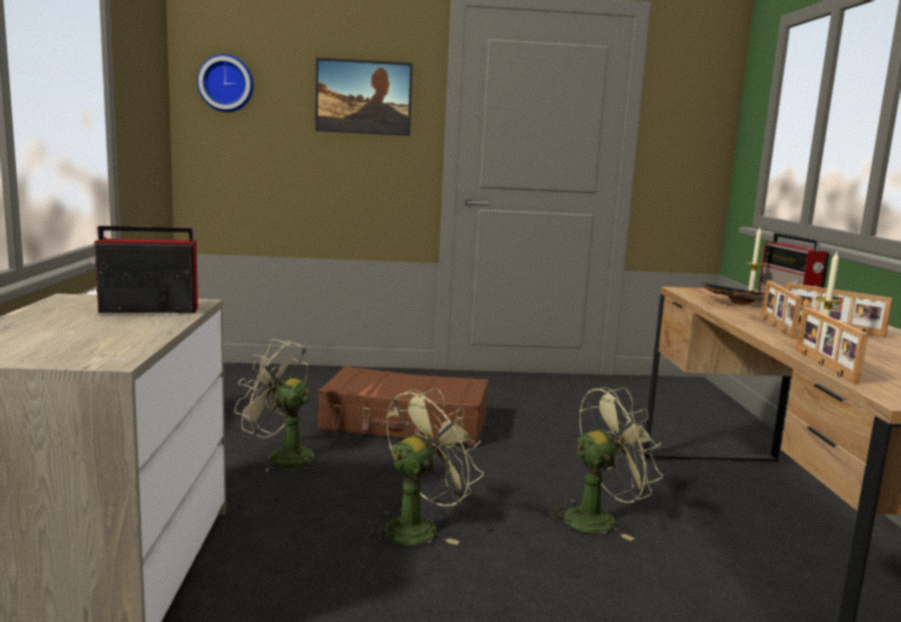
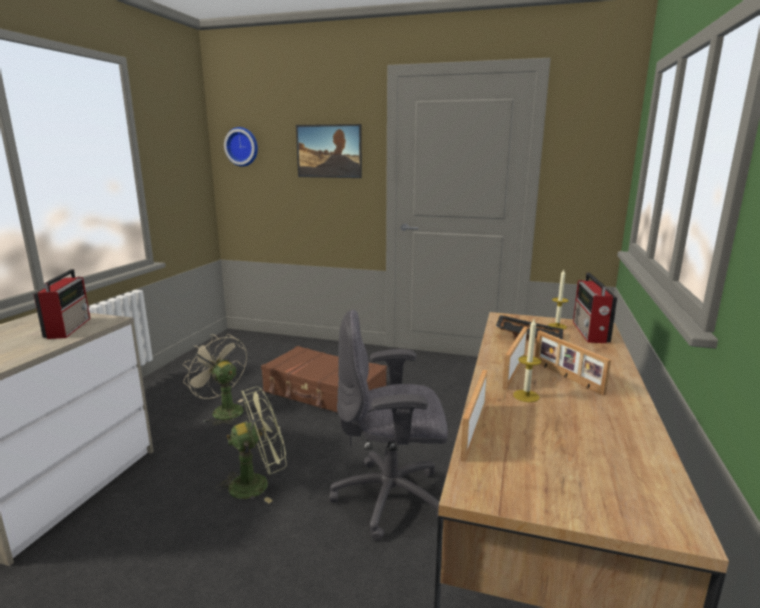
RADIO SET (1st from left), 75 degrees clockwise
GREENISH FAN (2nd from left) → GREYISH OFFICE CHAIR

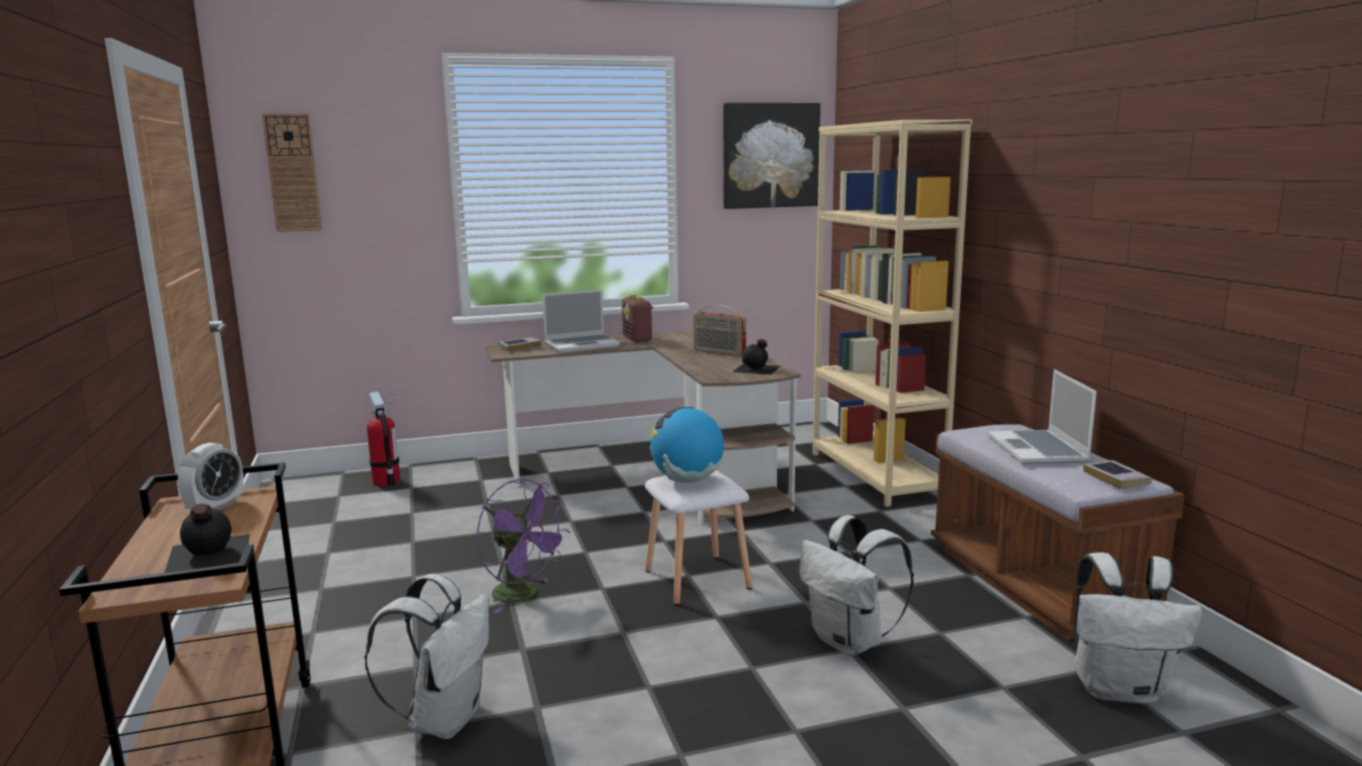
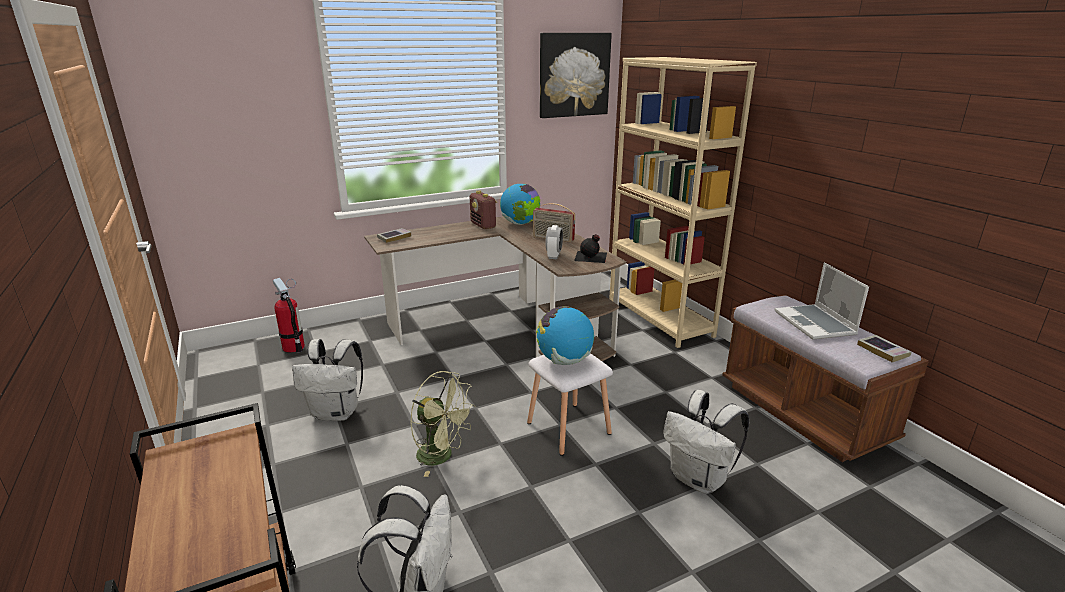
WHITISH BACKPACK (3rd from left in the first image) → WHITISH BACKPACK (1st from left), move
PURPLISH FAN → GREENISH FAN
- → DESK GLOBE (1st from left)
BEDSIDE CLOCK, move
BLACK-COLOURED BOTTLE (1st from left) → -
WALL CLOCK → -
PORTABLE COMPUTER (1st from left) → -

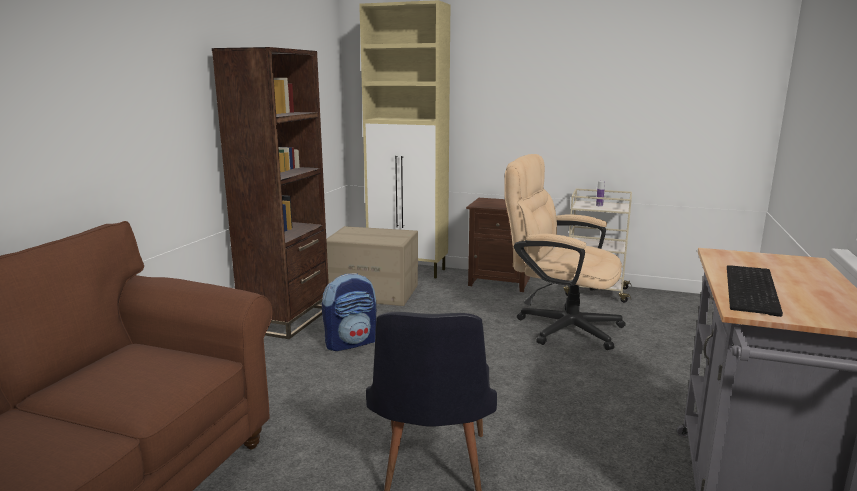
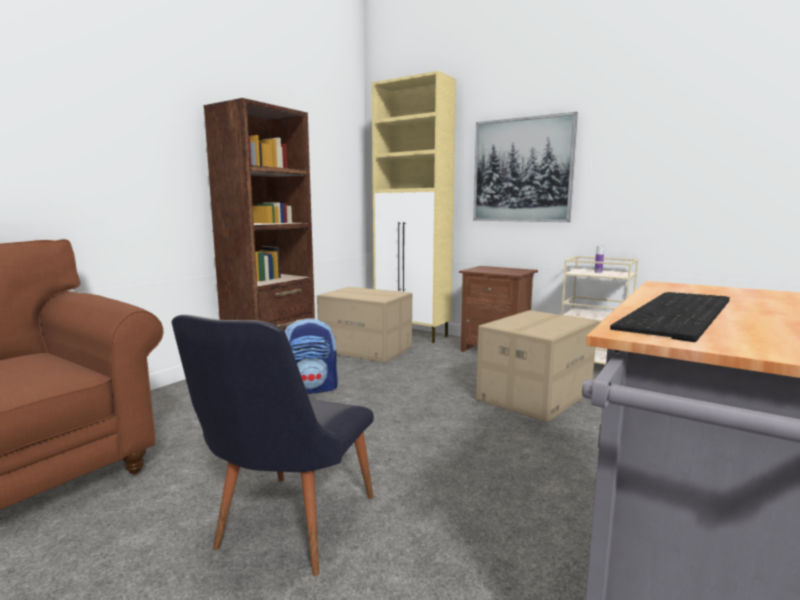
- → WALL PICTURE
BEIGE OFFICE CHAIR → PACKING BOX (2nd from left)

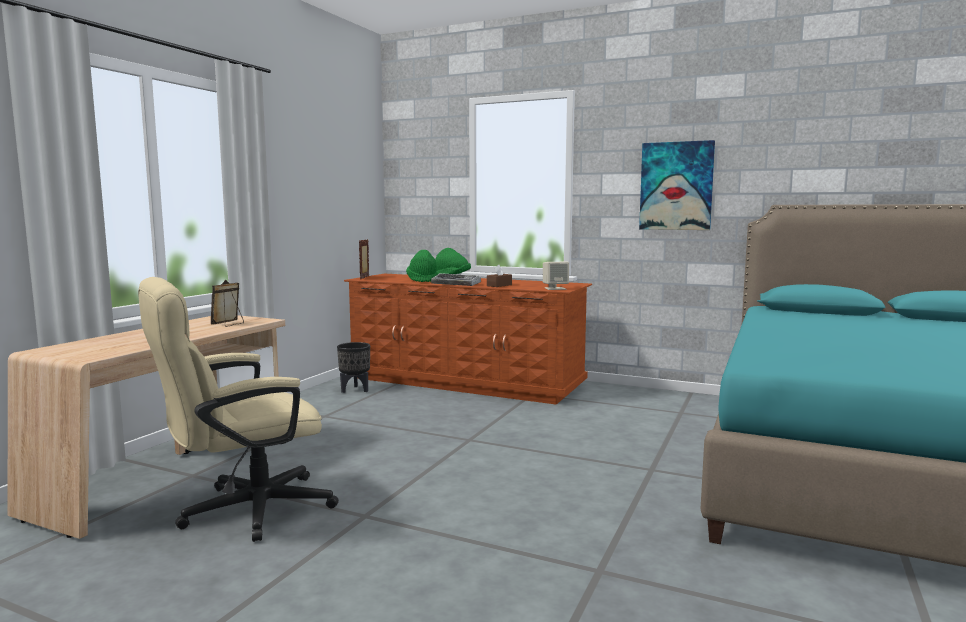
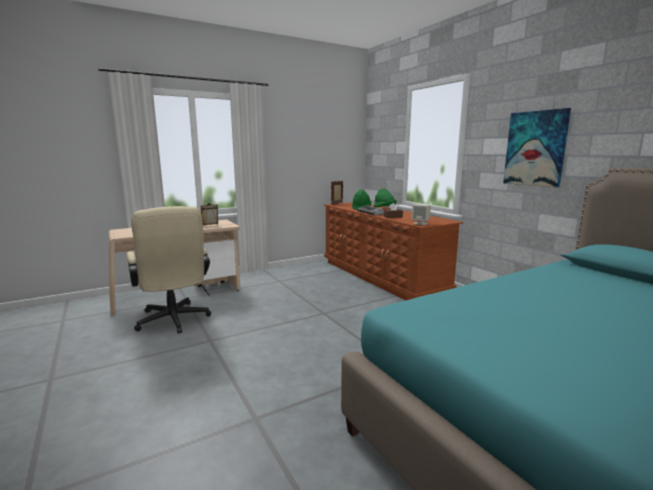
BEIGE OFFICE CHAIR, 120 degrees counterclockwise
BLACK-COLOURED FLOWER POT → -

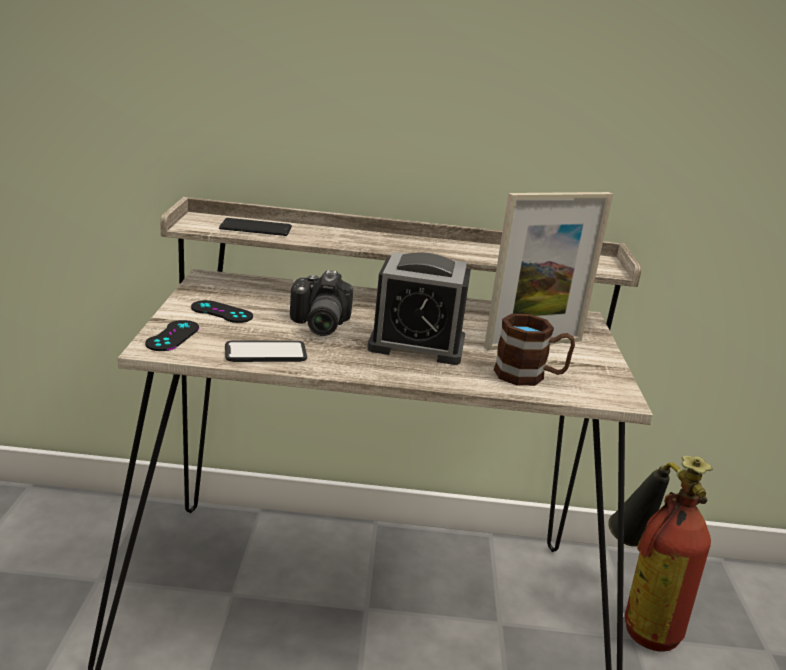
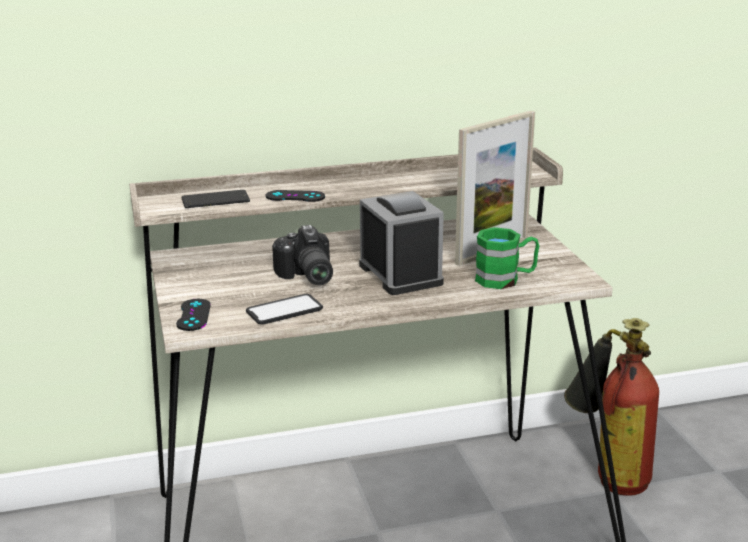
BLACK-COLOURED GAME CONTROLLER (2nd from left), move
BEDSIDE CLOCK, 105 degrees counterclockwise
BROWNISH MUG → GREENISH MUG

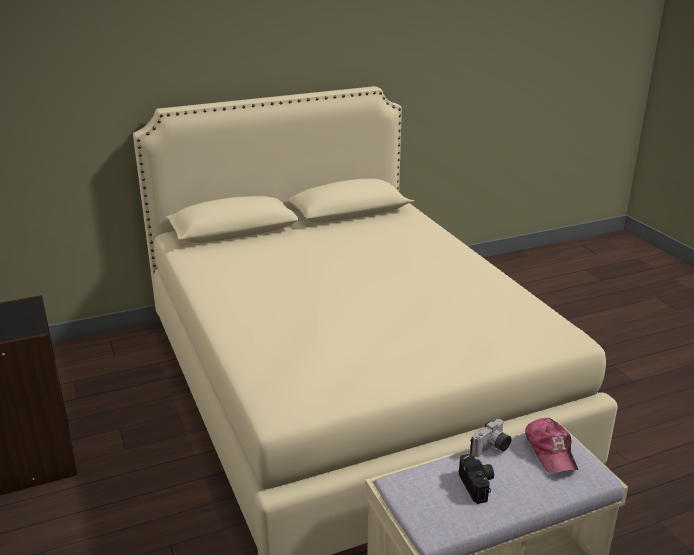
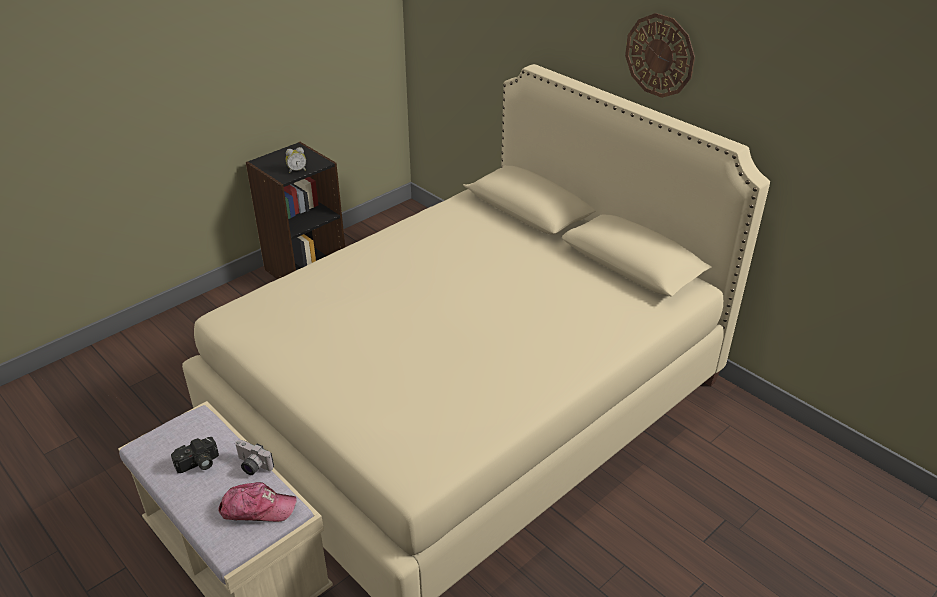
BASEBALL CAP, 150 degrees counterclockwise
- → BEDSIDE CLOCK
- → WALL CLOCK

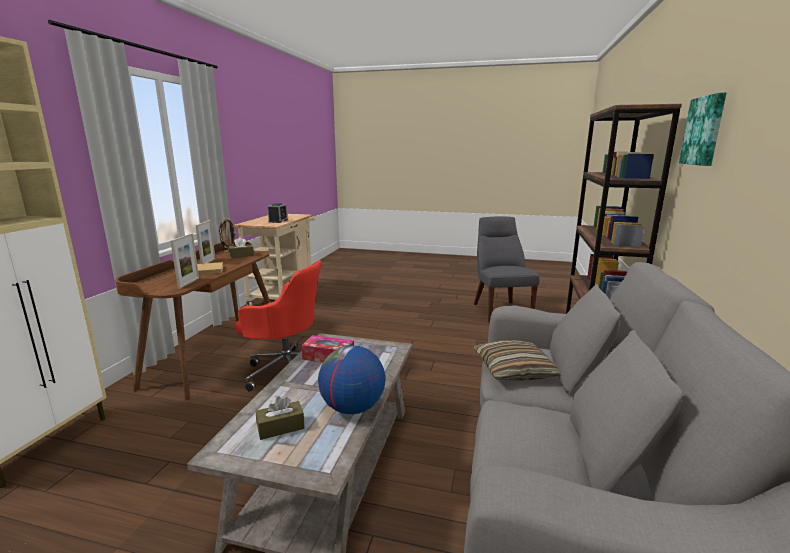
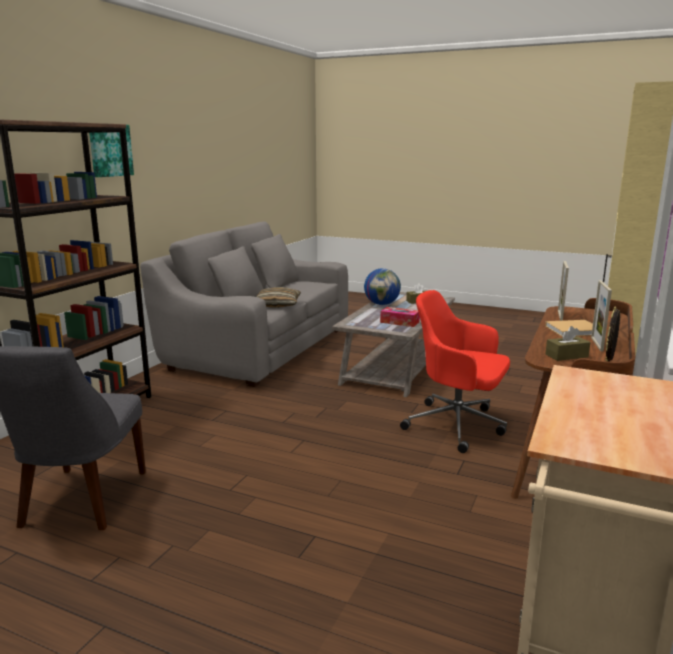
BEDSIDE CLOCK → -

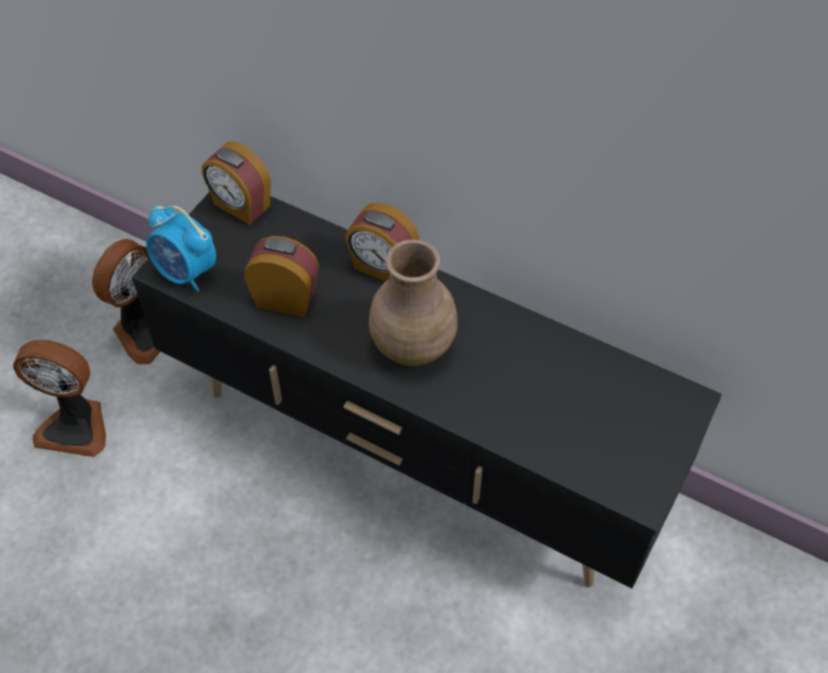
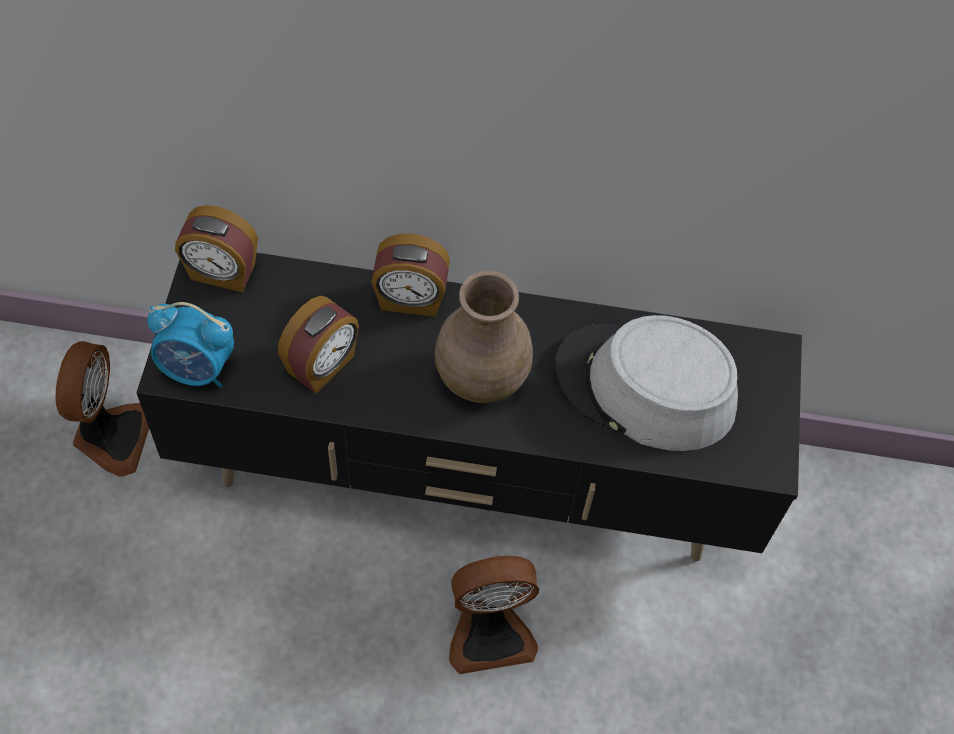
BEDSIDE CLOCK (3rd from left), 135 degrees clockwise
FAN (1st from left in the first image) → FAN (2nd from left), move
- → GREYISH WEARABLE HAT

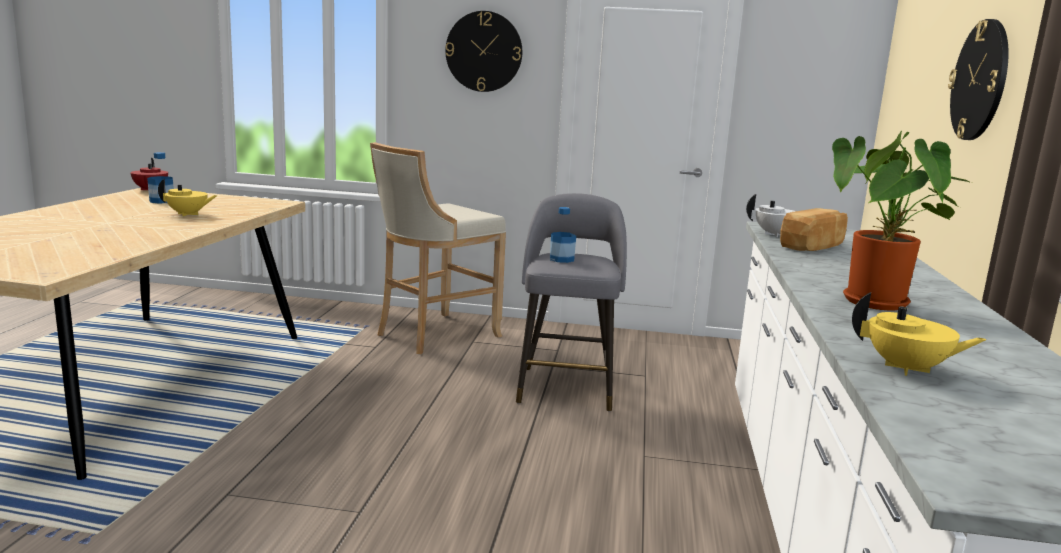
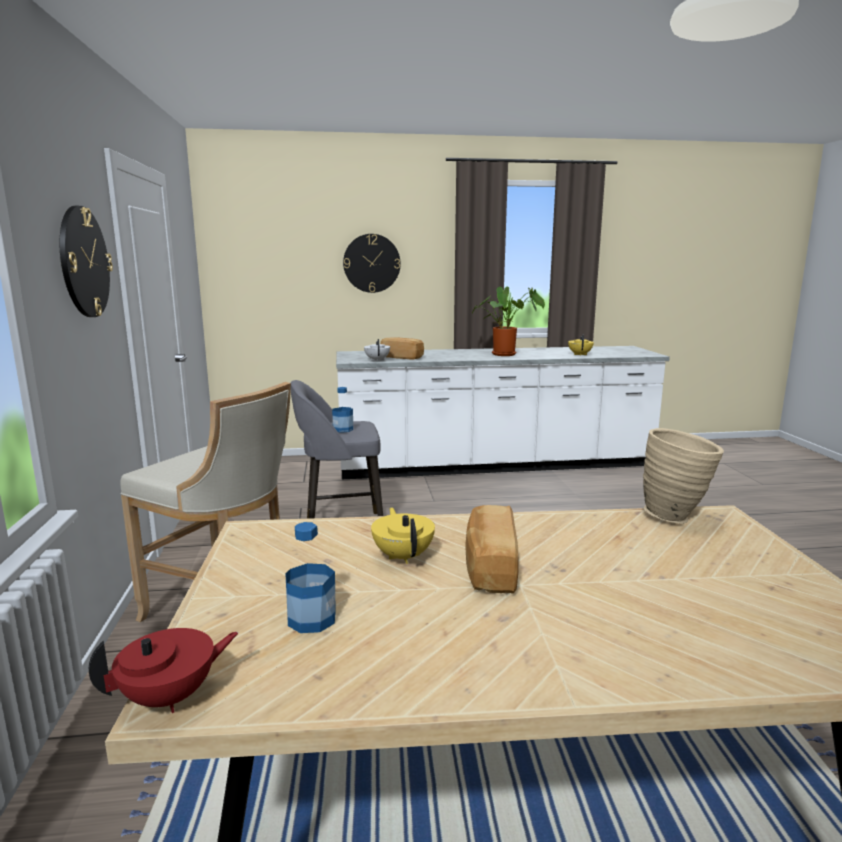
- → BAKERY BREAD (2nd from left)
- → BEIGE DECORATIVE VASE

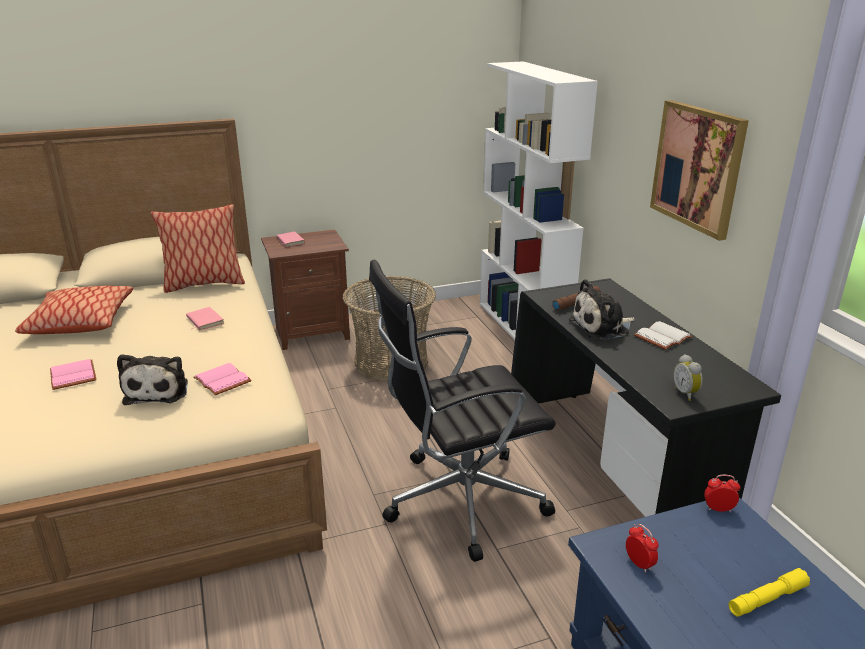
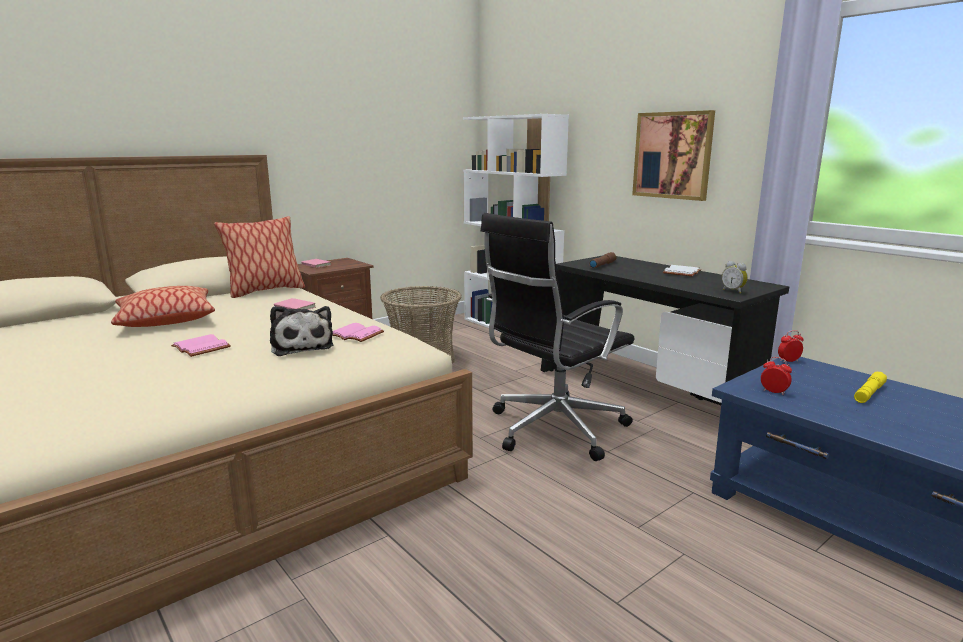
PLUSH TOY (2nd from left) → -

